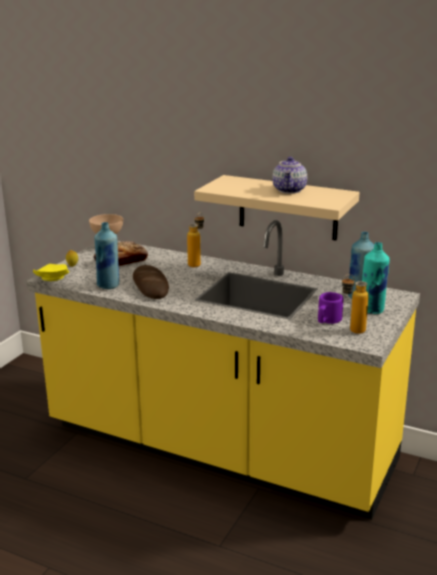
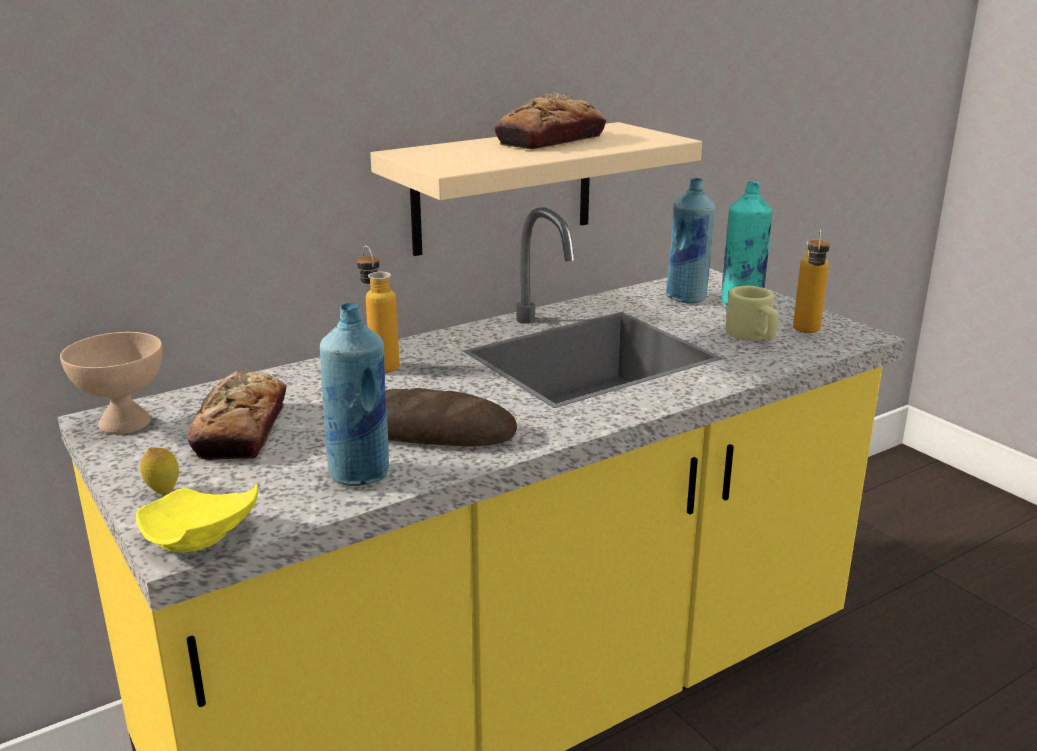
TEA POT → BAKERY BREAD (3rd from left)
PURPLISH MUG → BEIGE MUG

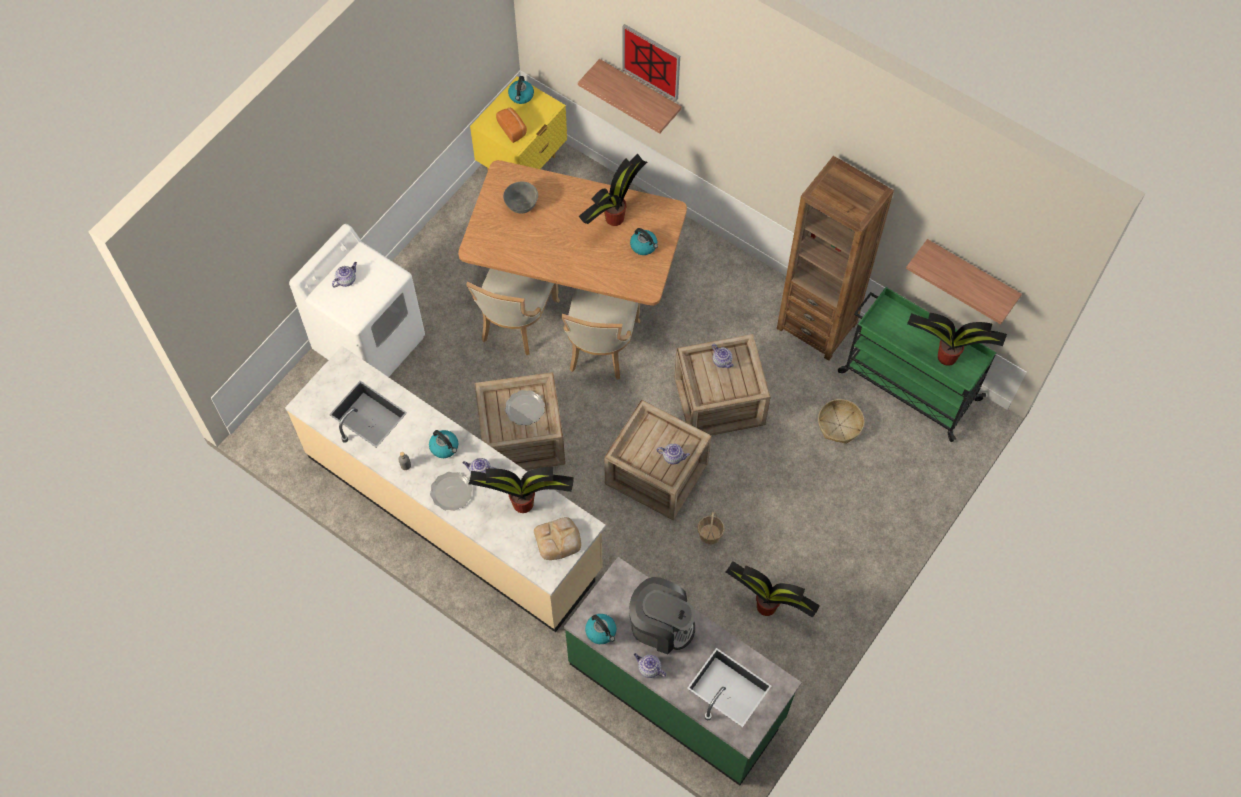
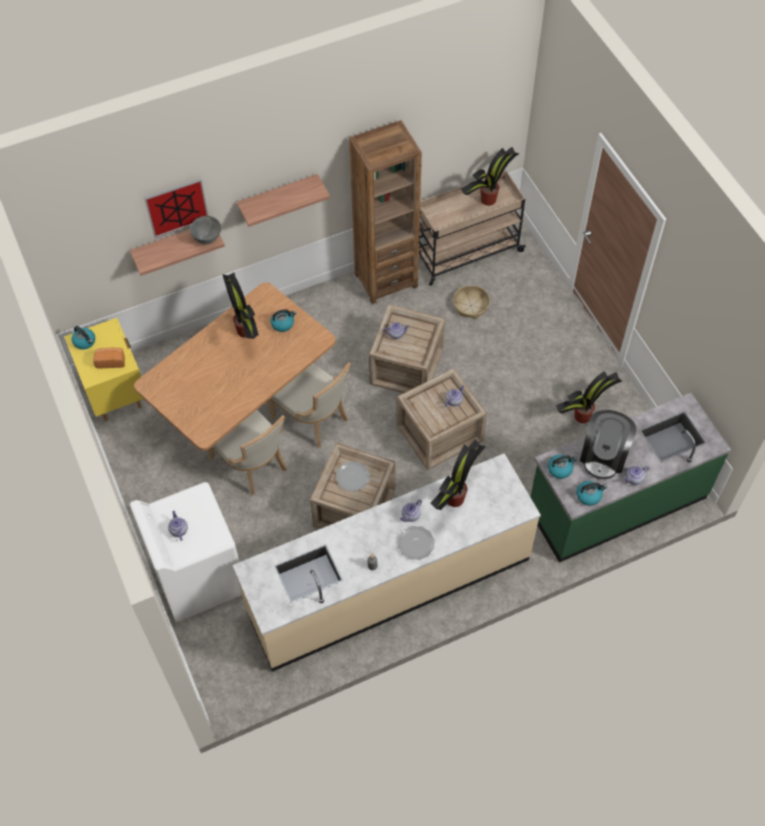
GREYISH DEEP DISH, move
SHELF (2nd from left), move
GREENISH CART → BEIGE CART
WATER KETTLE (1st from left in the first image) → WATER KETTLE (3rd from left), move
COFFEE BREWER, 150 degrees clockwise
BAKERY BREAD (2nd from left) → -
BASKET (1st from left) → -

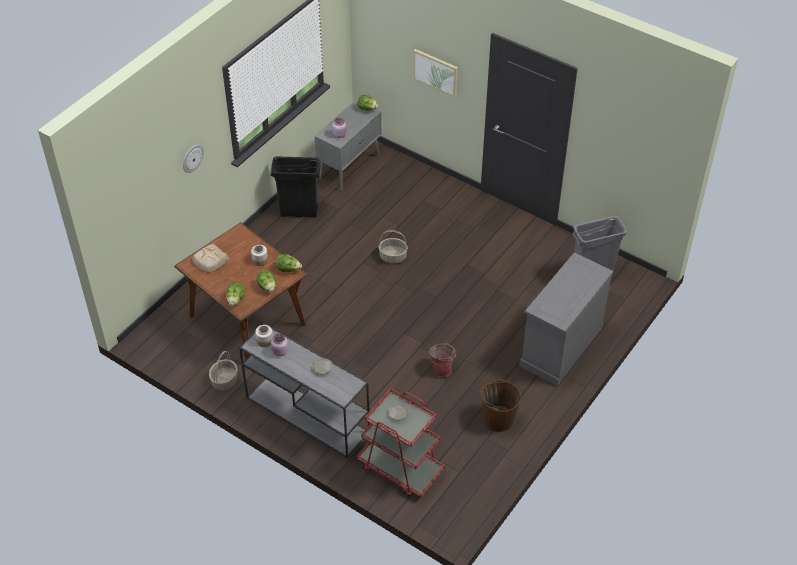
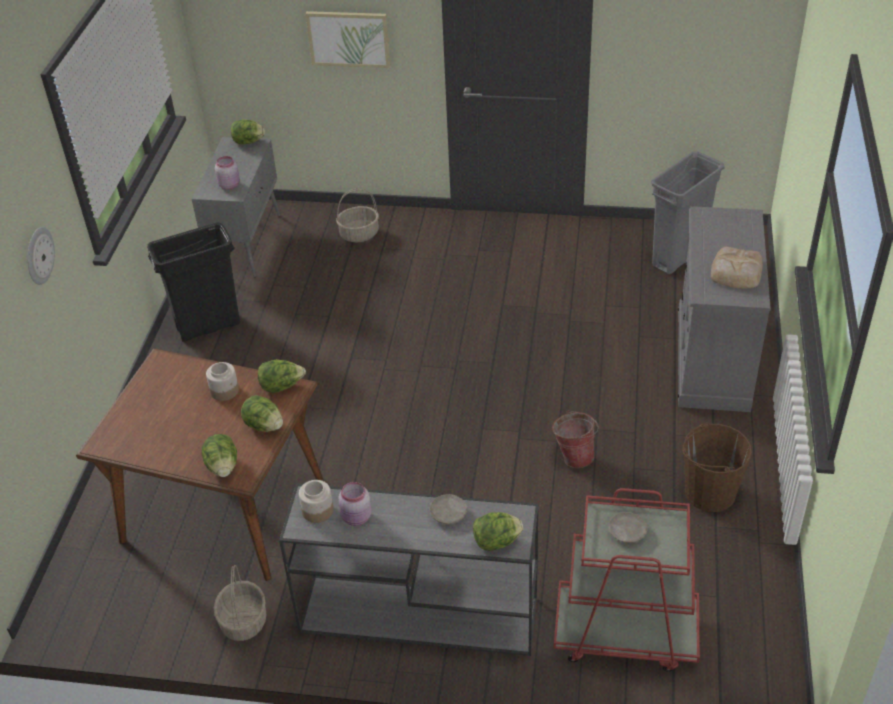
BASKET (2nd from left), move
- → HEAD OF LETTUCE (5th from left)
BAKERY BREAD, move

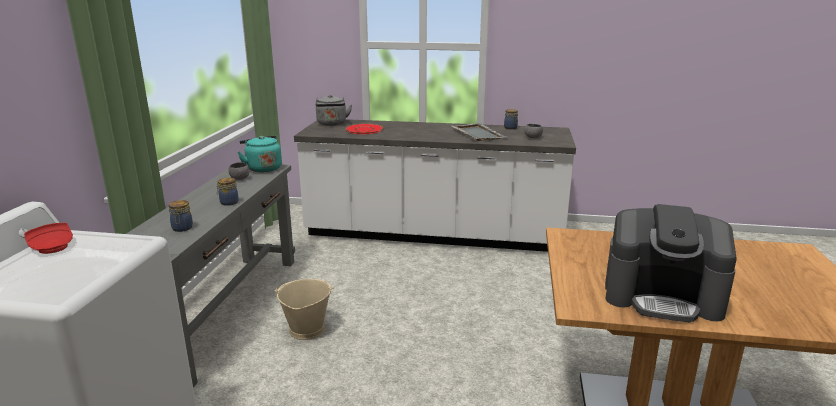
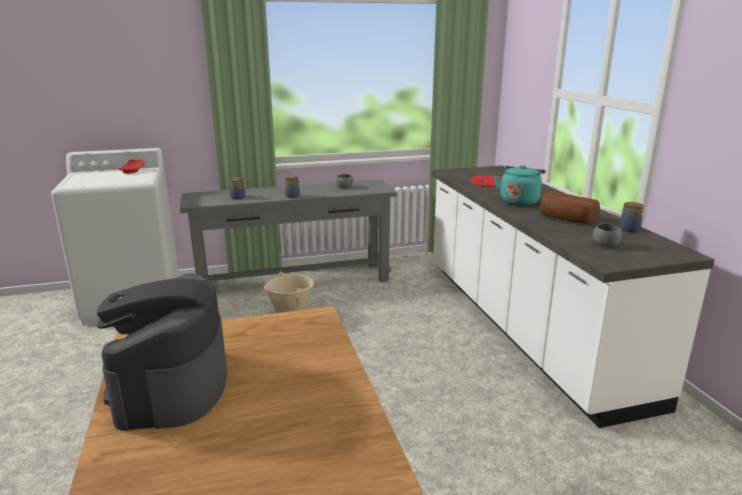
TURQUOISE-COLOURED WATER KETTLE, move
GREYISH CARRYING TRAY → BAKERY BREAD
GREYISH WATER KETTLE → -

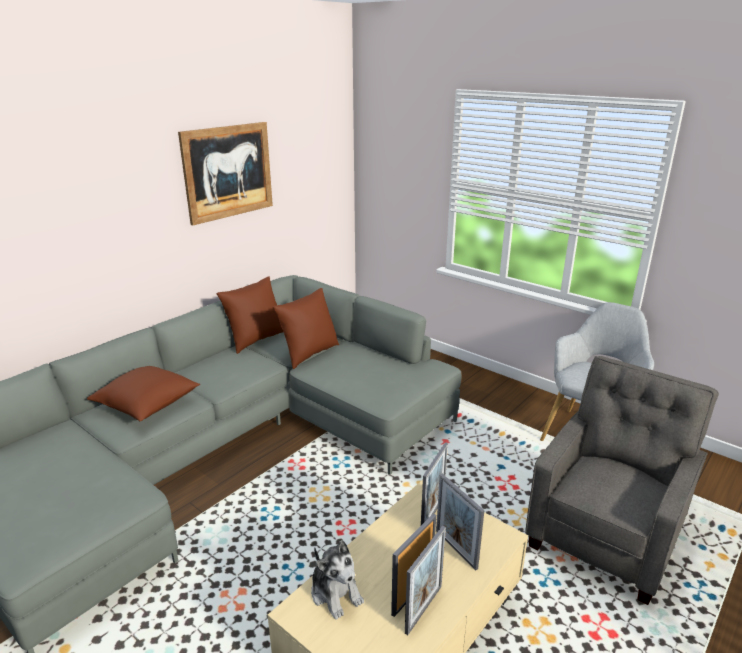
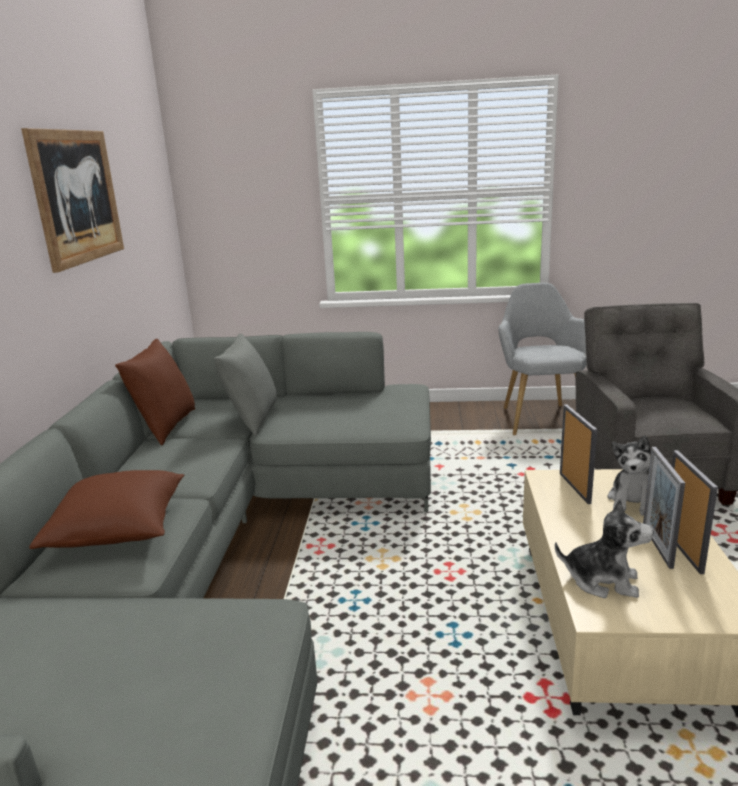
BROWNISH PILLOW (3rd from left) → GREYISH PILLOW
PICTURE FRAME (4th from left) → PLUSH TOY (2nd from left)

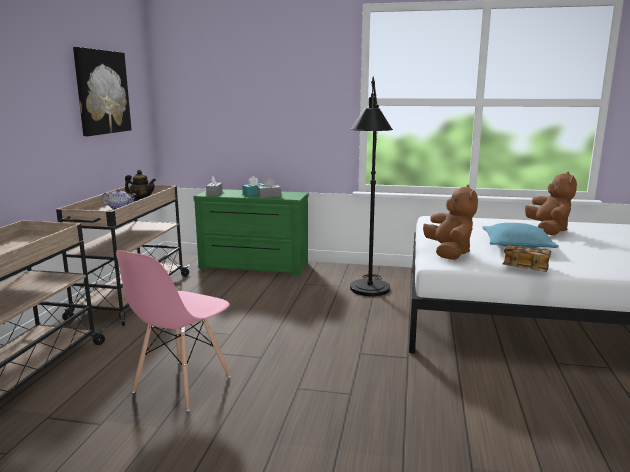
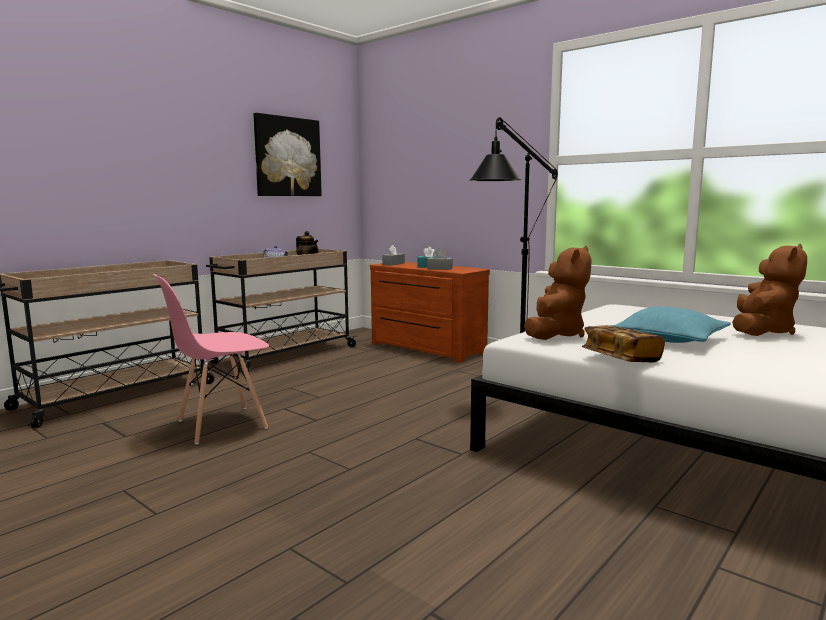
GREENISH DRAWER CHEST → BROWNISH DRAWER CHEST

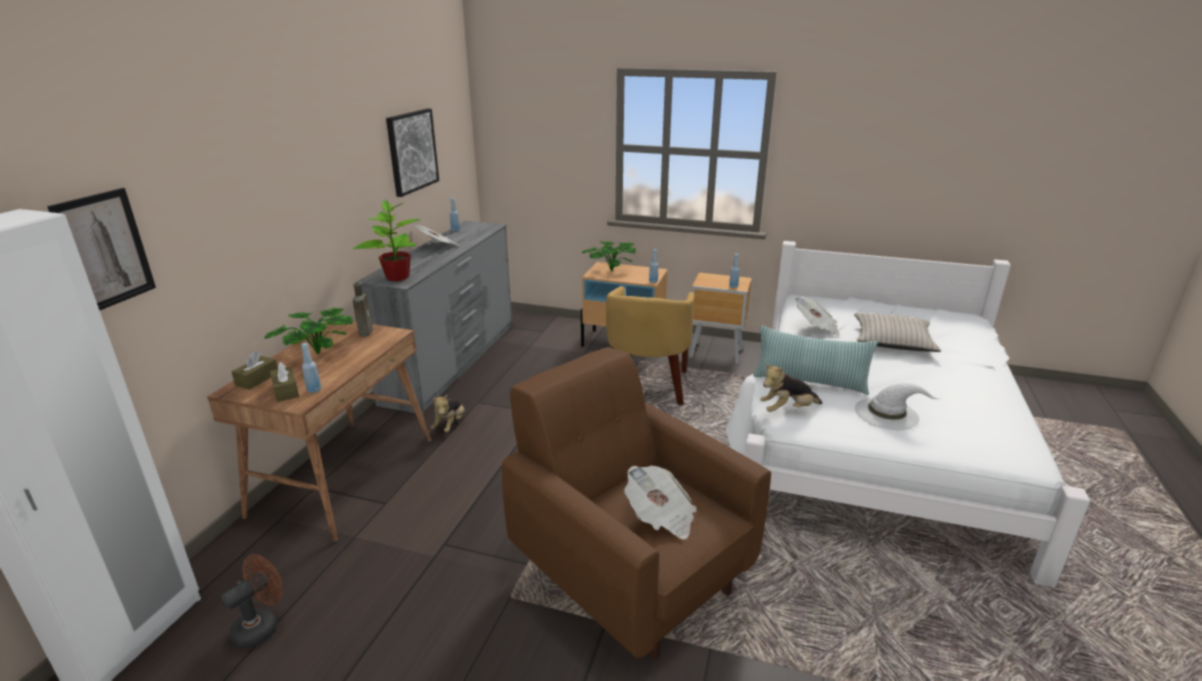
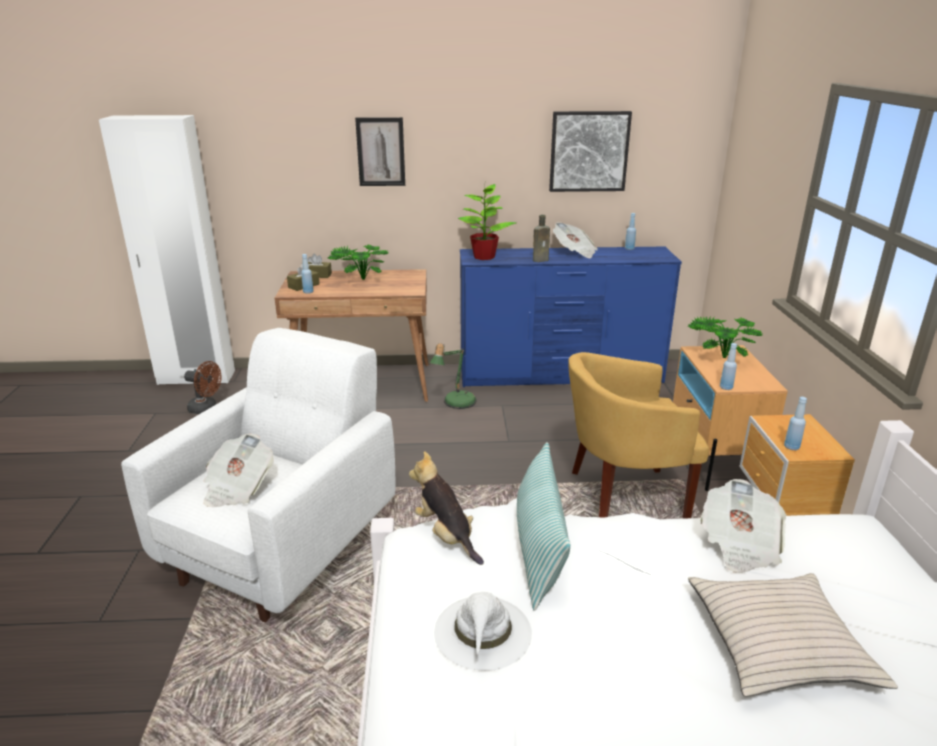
BROWNISH EASY CHAIR → WHITISH EASY CHAIR
WALL PICTURE (1st from left), move
PLUSH TOY (1st from left) → TABLETOP LAMP
GREYISH DRAWER CHEST → BLUE DRAWER CHEST
BROWNISH BOTTLE, move

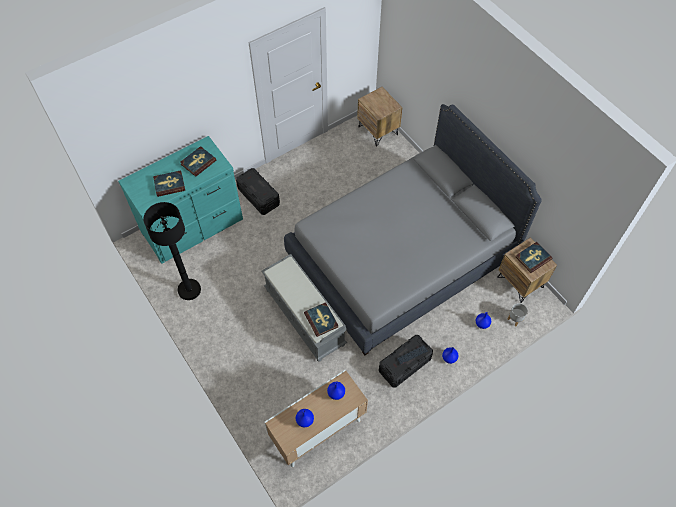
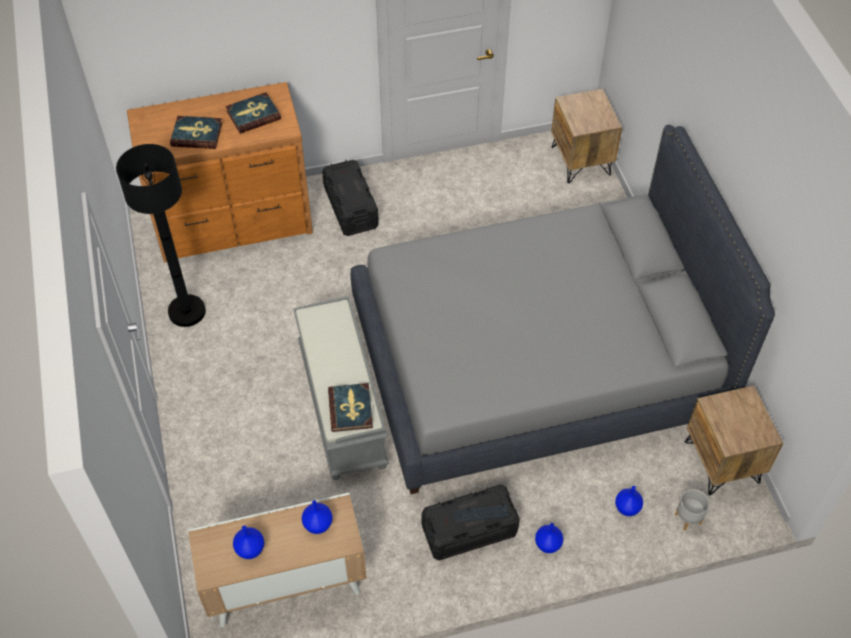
TURQUOISE-COLOURED DRAWER CHEST → BROWNISH DRAWER CHEST
VOLUME (4th from left) → -

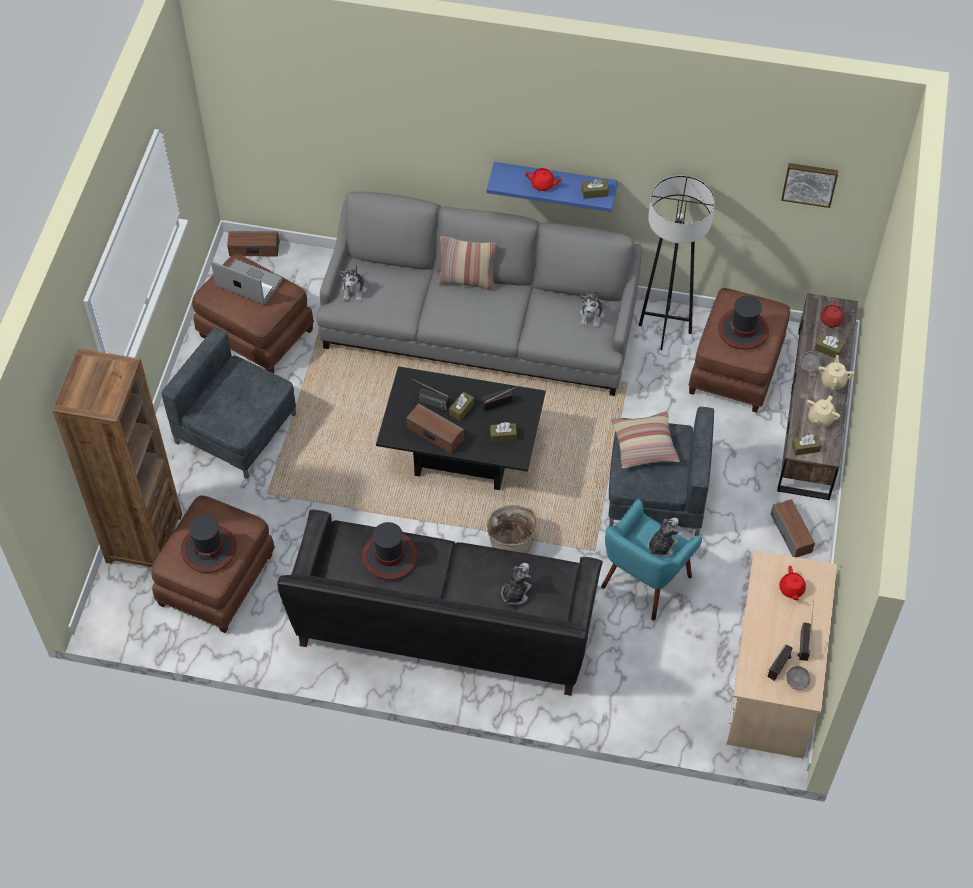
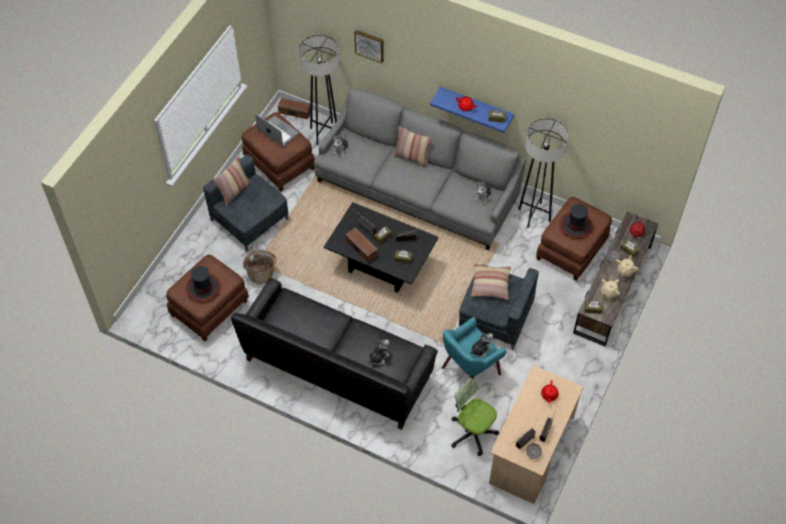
- → PILLOW (1st from left)
BASKET, move
- → GREYISH STANDING LAMP (1st from left)
WALL PICTURE, move
- → OFFICE CHAIR
BROWNISH BOOKCASE → -
WEARABLE HAT (2nd from left) → -
LOUDSPEAKER (3rd from left) → -

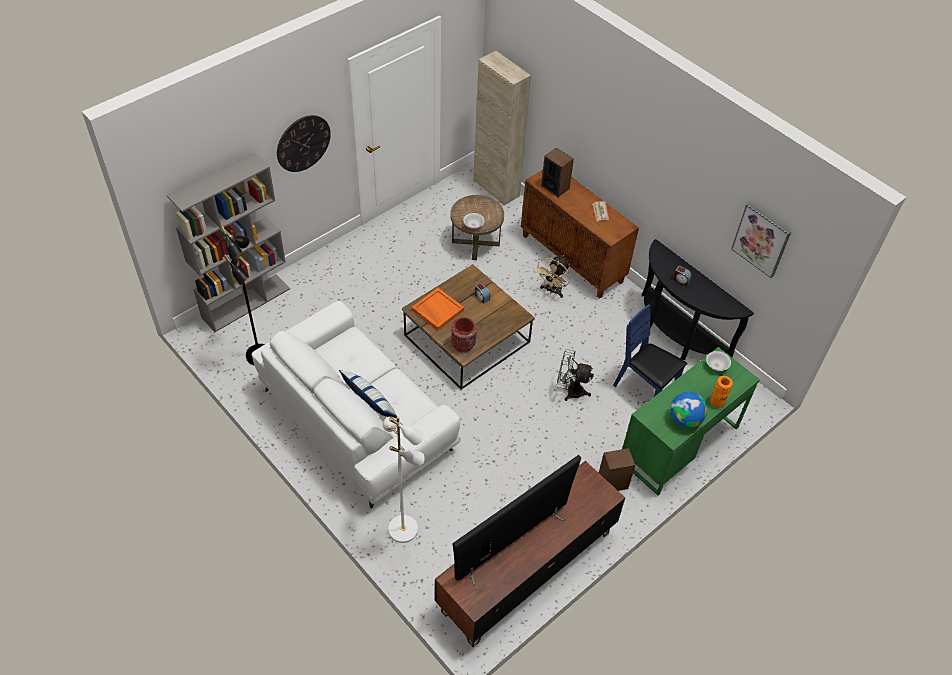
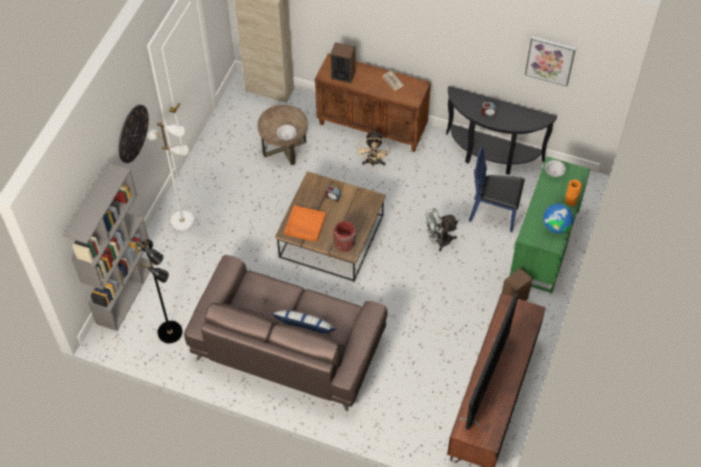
WHITISH STANDING LAMP, move
WHITISH COUCH → BROWNISH COUCH

